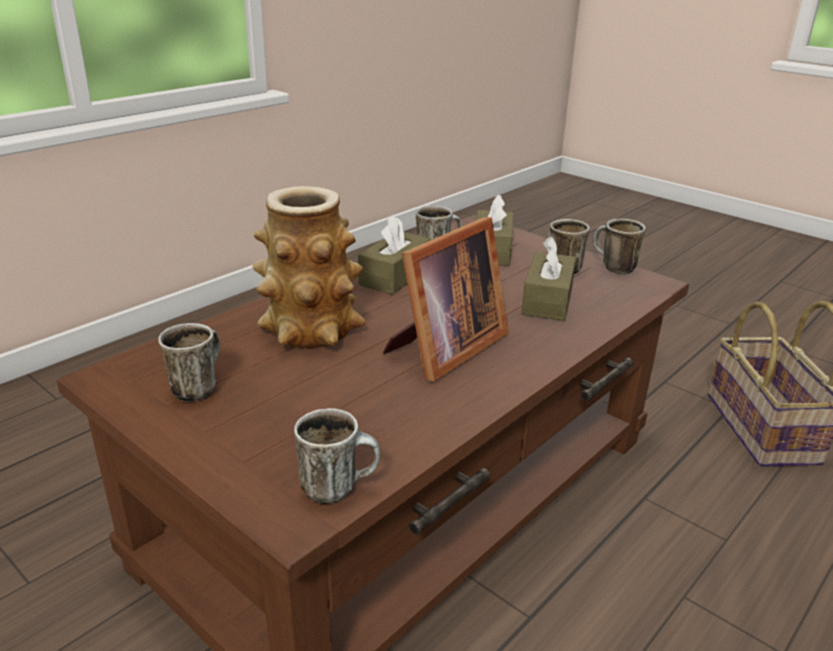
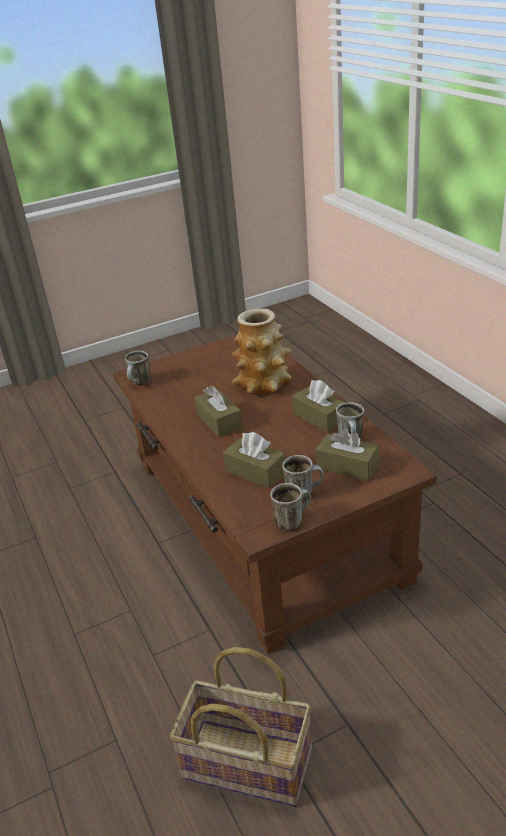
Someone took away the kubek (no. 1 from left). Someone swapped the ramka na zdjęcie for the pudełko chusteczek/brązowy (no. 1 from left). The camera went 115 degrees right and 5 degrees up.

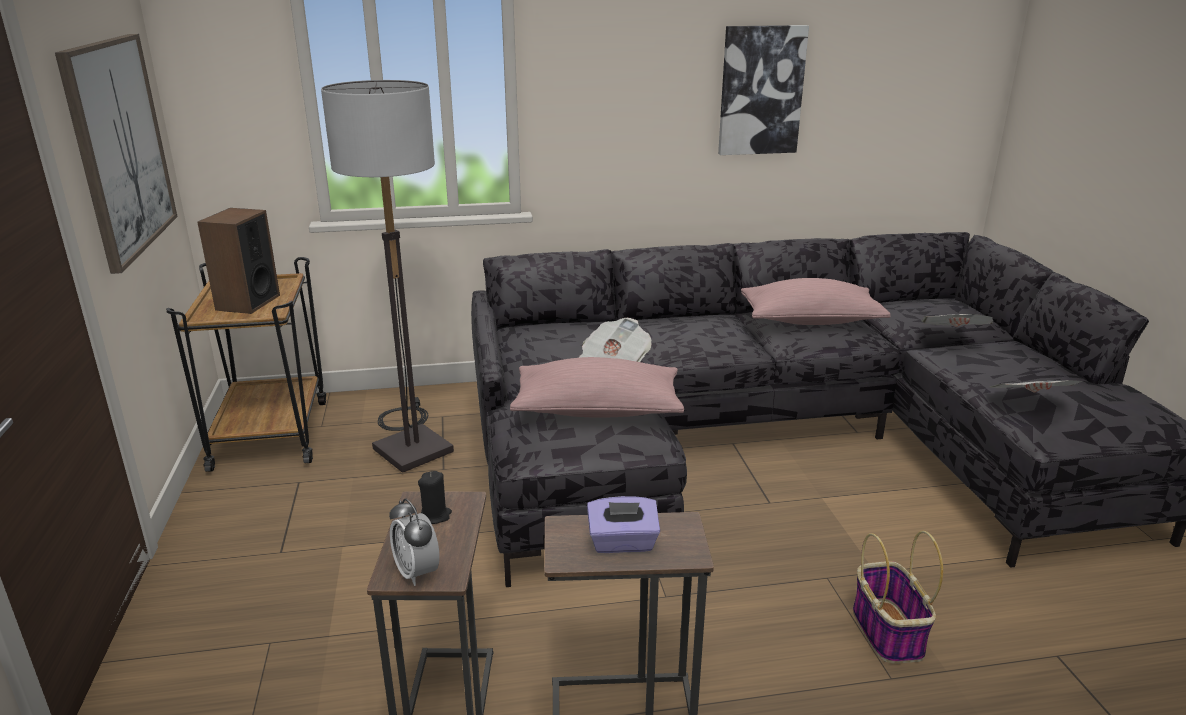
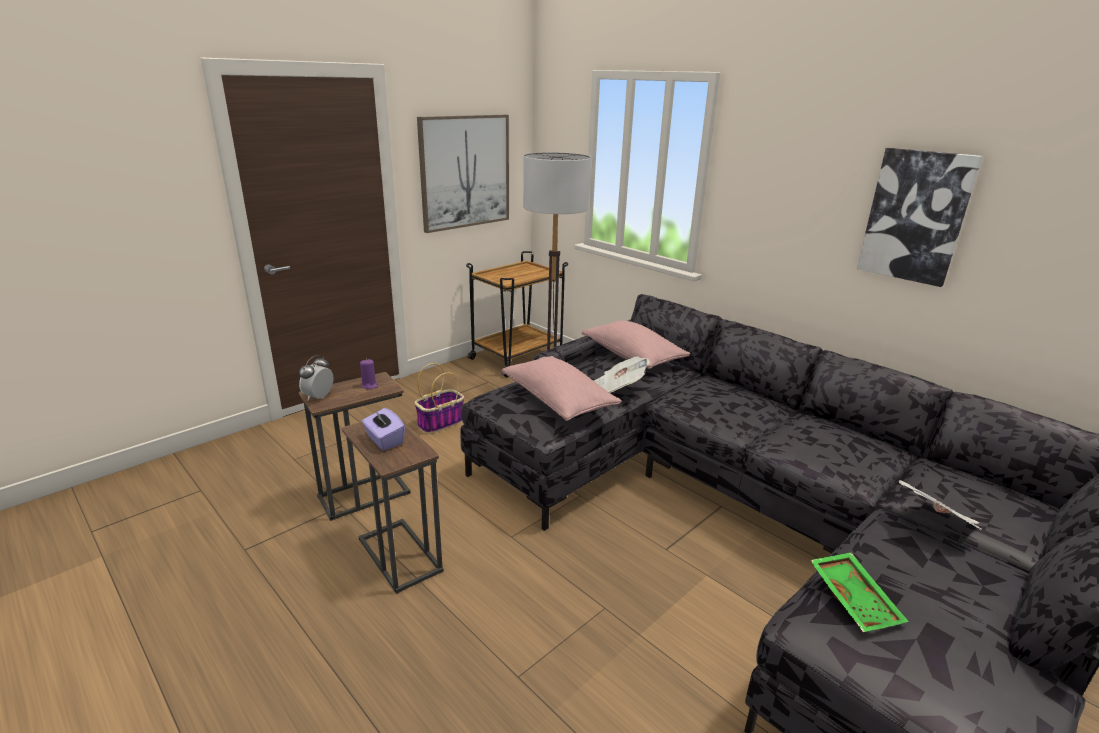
Someone took away the głośnik. Someone carried the poduszka/różowy (no. 2 from left). Someone carried the koszyk. Someone swapped the gazeta (no. 3 from left) for the taca/zielony. Someone repainted the świeca/czarny, which became the świeca/fioletowy. The camera went 55 degrees right and 0 degrees up.

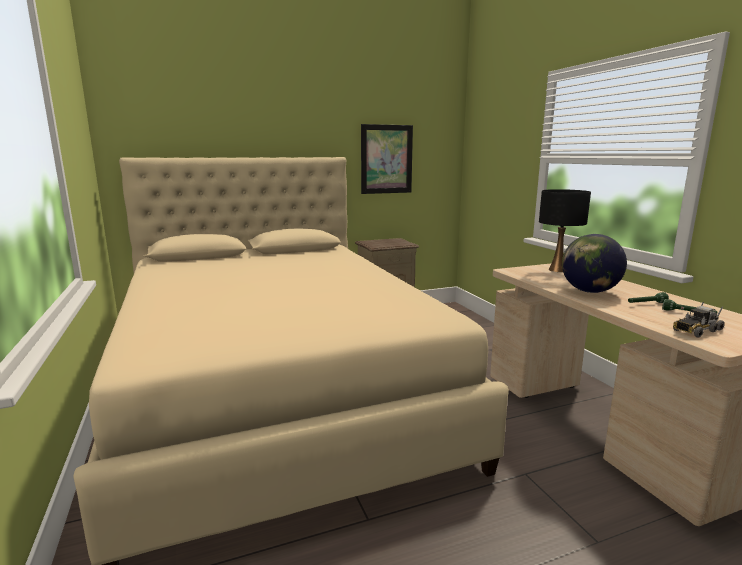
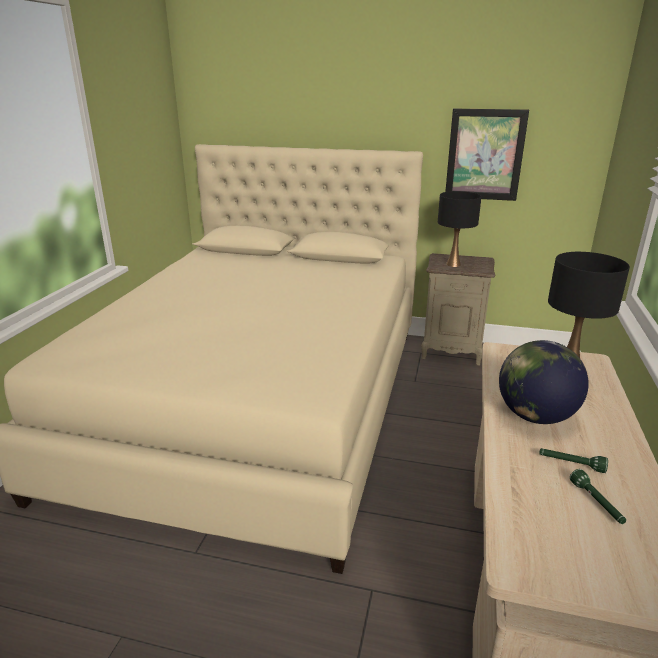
Someone took away the ciężarówka zabawkowa. Someone put down the lampa stołowa/czarny (no. 1 from left). The camera went 35 degrees right and 10 degrees up.

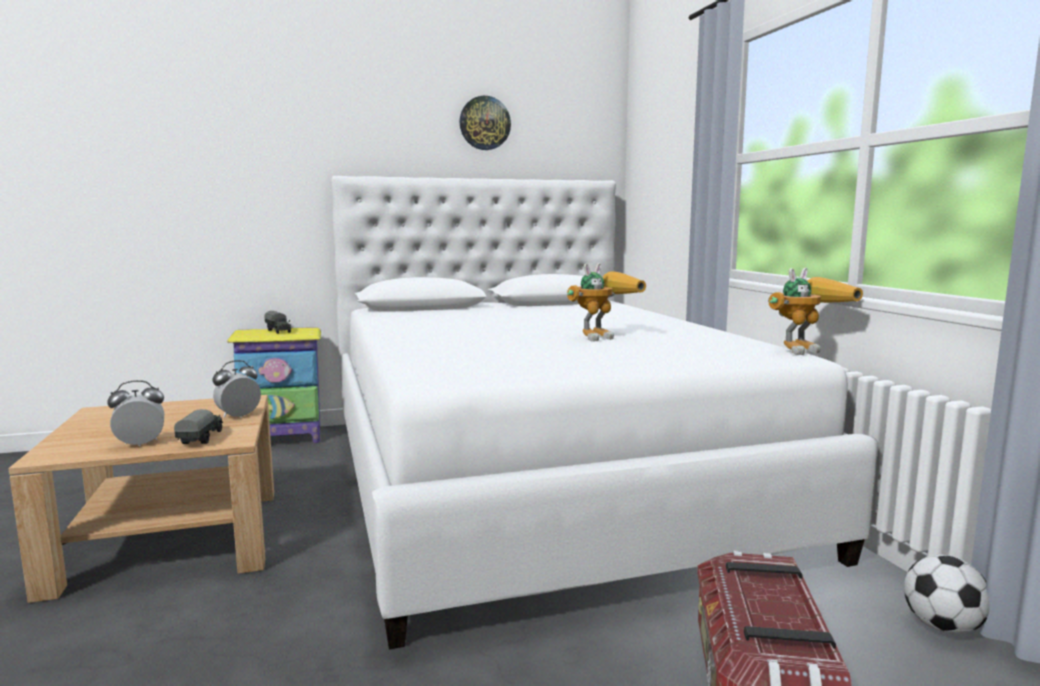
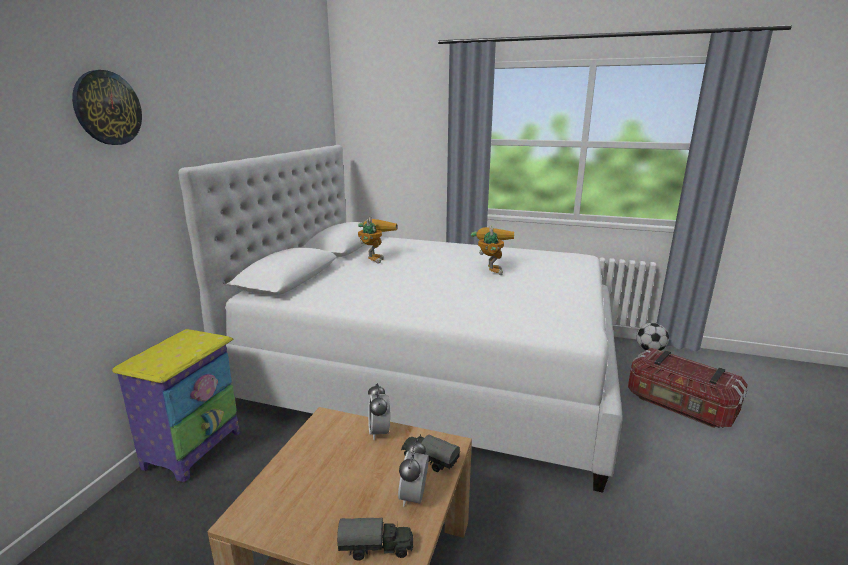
Someone carried the ciężarówka zabawkowa (no. 2 from left in the first image). Someone carried the zegar ścienny. Someone carried the robot zabawkowy (no. 2 from left in the first image). The camera went 55 degrees left and 10 degrees up.

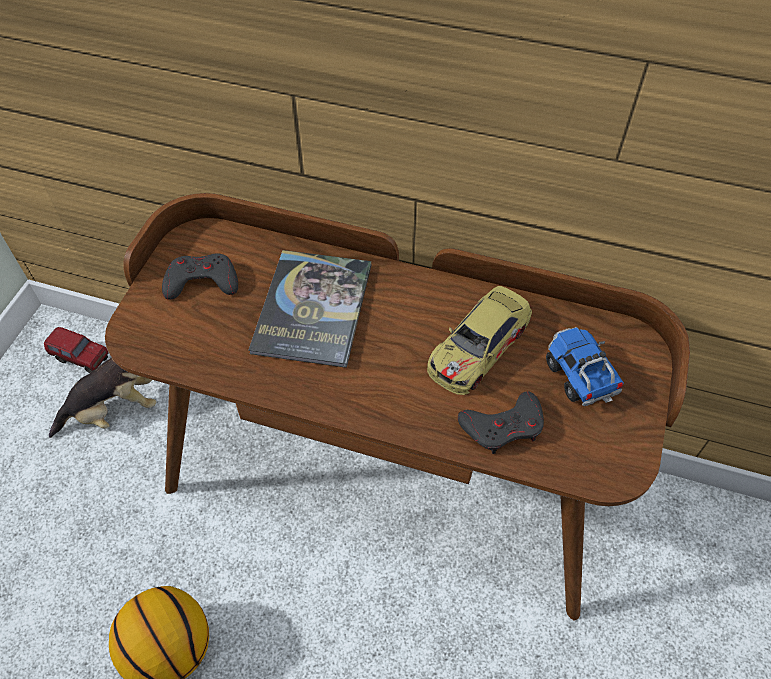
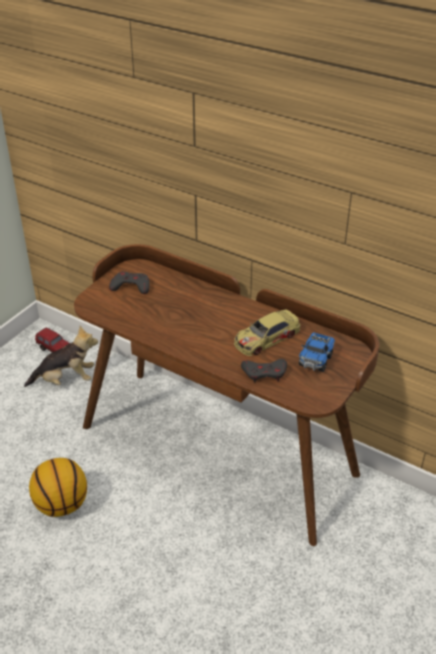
Someone took away the książka. Someone rotated the ciężarówka zabawkowa (no. 2 from left) by 150 degrees counterclockwise. The camera went 15 degrees right and 15 degrees down.

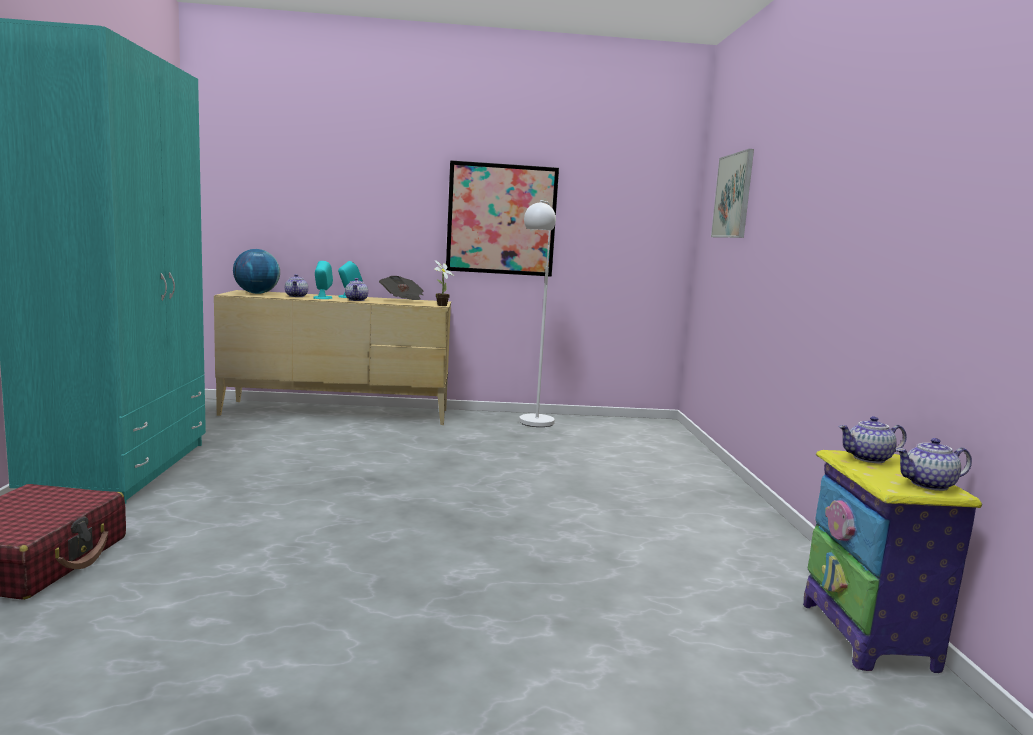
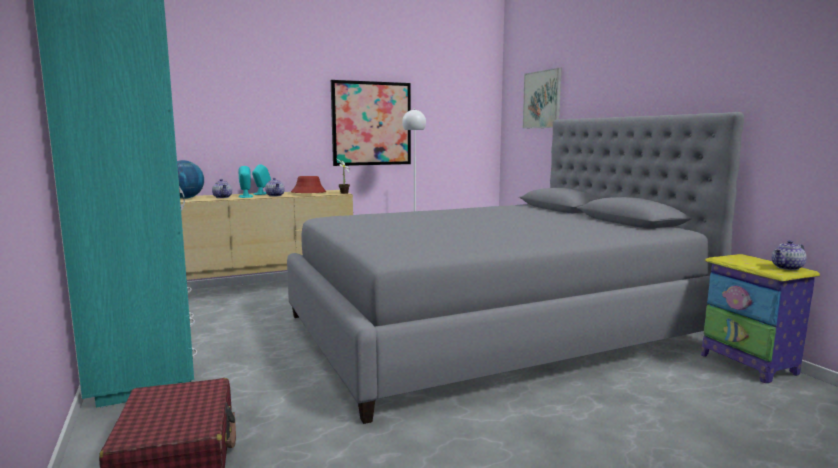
Someone took away the imbryk (no. 3 from left). Someone put down the łóżko/szary. Someone swapped the gazeta for the kapelusz/czerwony. The camera went 20 degrees left and 0 degrees up.

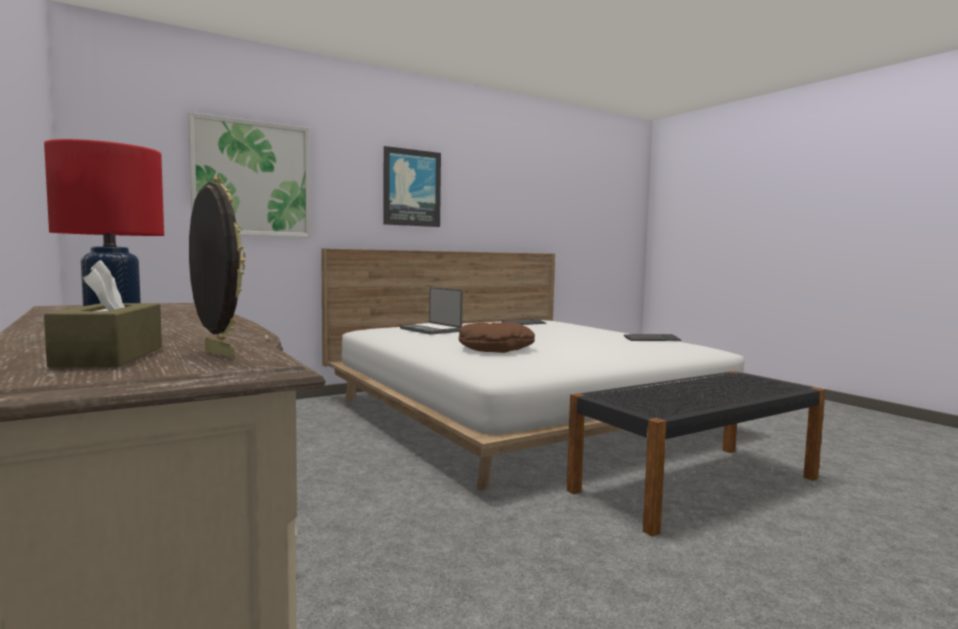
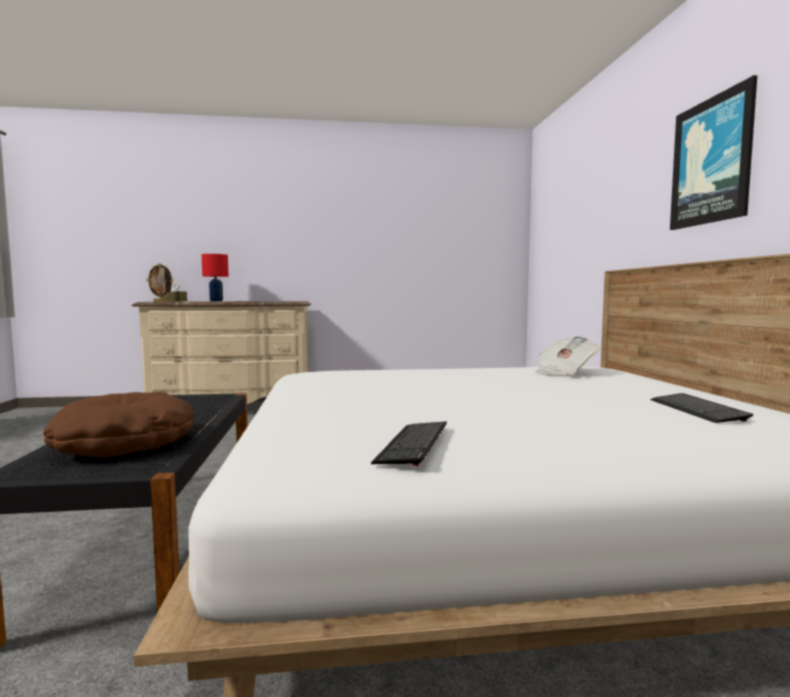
Someone took away the obraz (no. 1 from left). Someone carried the poduszka/brązowy. Someone swapped the laptop for the gazeta. The camera went 115 degrees right and 0 degrees up.

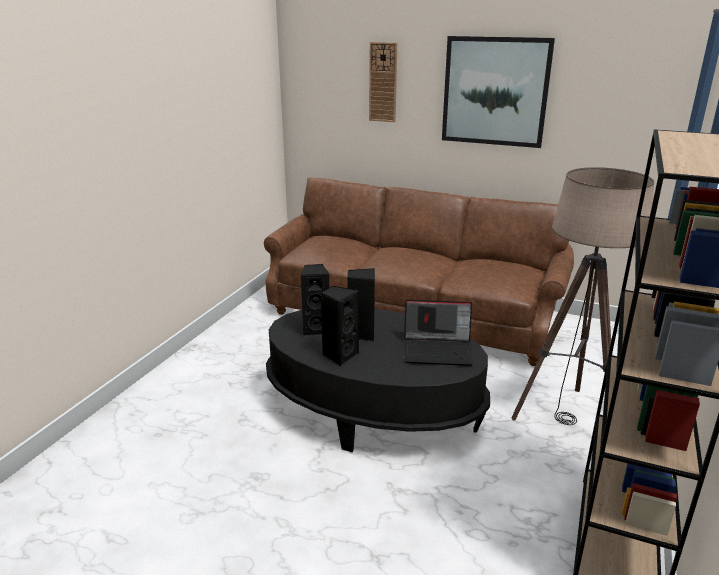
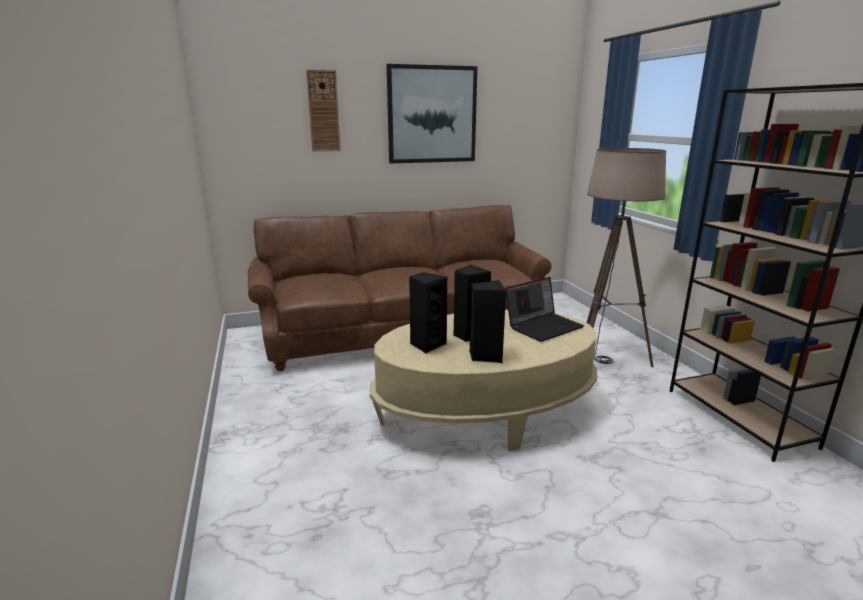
Someone repainted the ława/czarny, which became the ława/beżowy. The camera went 40 degrees left and 5 degrees down.

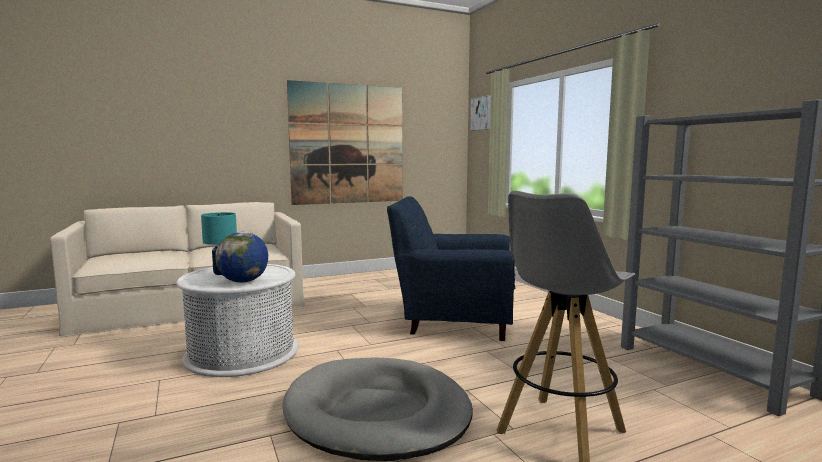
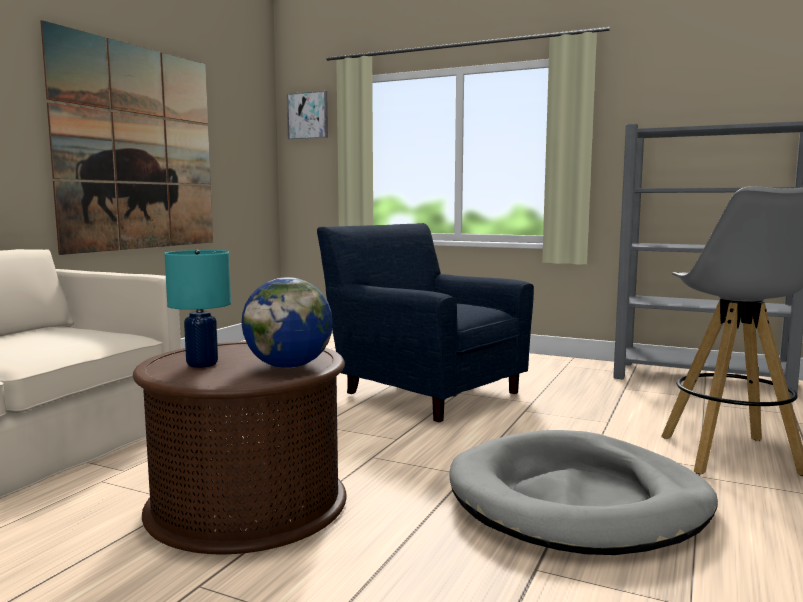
Someone repainted the ława/biały, which became the ława/brązowy. Someone rotated the fotel/niebieski by 75 degrees clockwise. The camera went 40 degrees left and 0 degrees up.

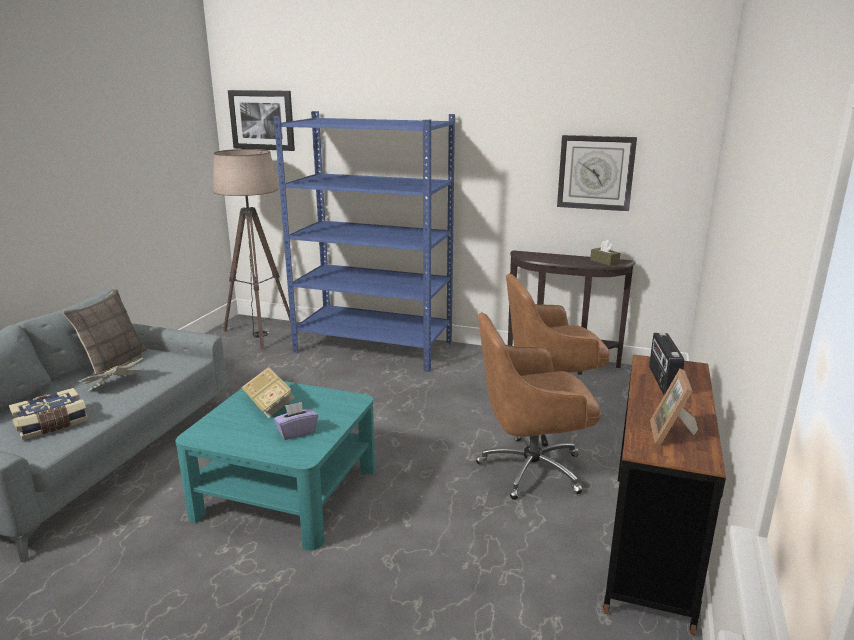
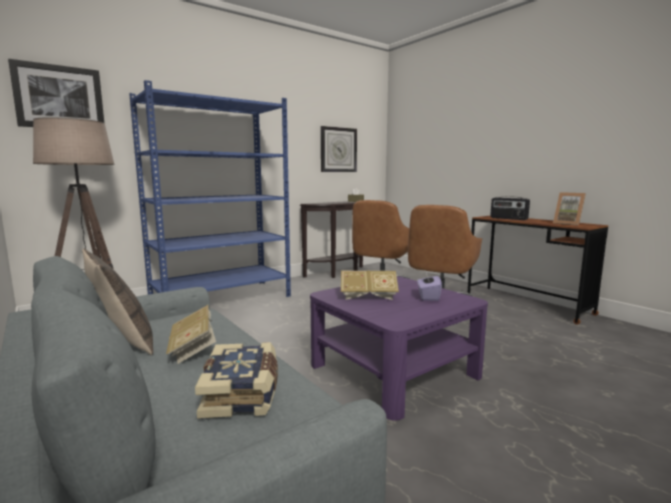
Someone repainted the ława/turkusowy, which became the ława/fioletowy. The camera went 55 degrees left and 10 degrees down.

